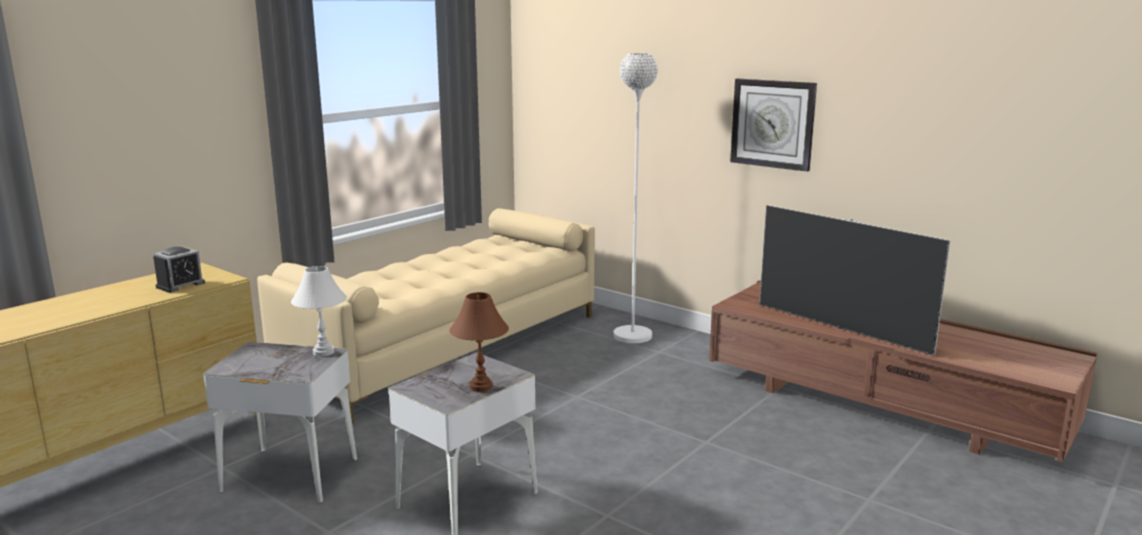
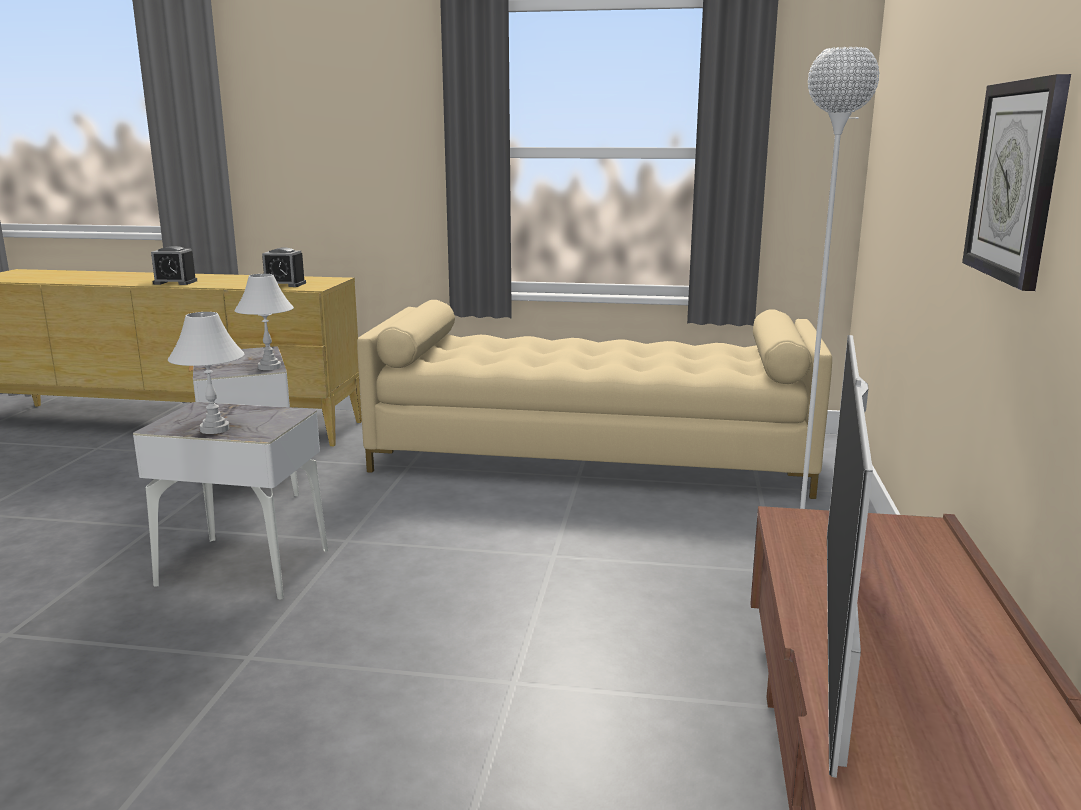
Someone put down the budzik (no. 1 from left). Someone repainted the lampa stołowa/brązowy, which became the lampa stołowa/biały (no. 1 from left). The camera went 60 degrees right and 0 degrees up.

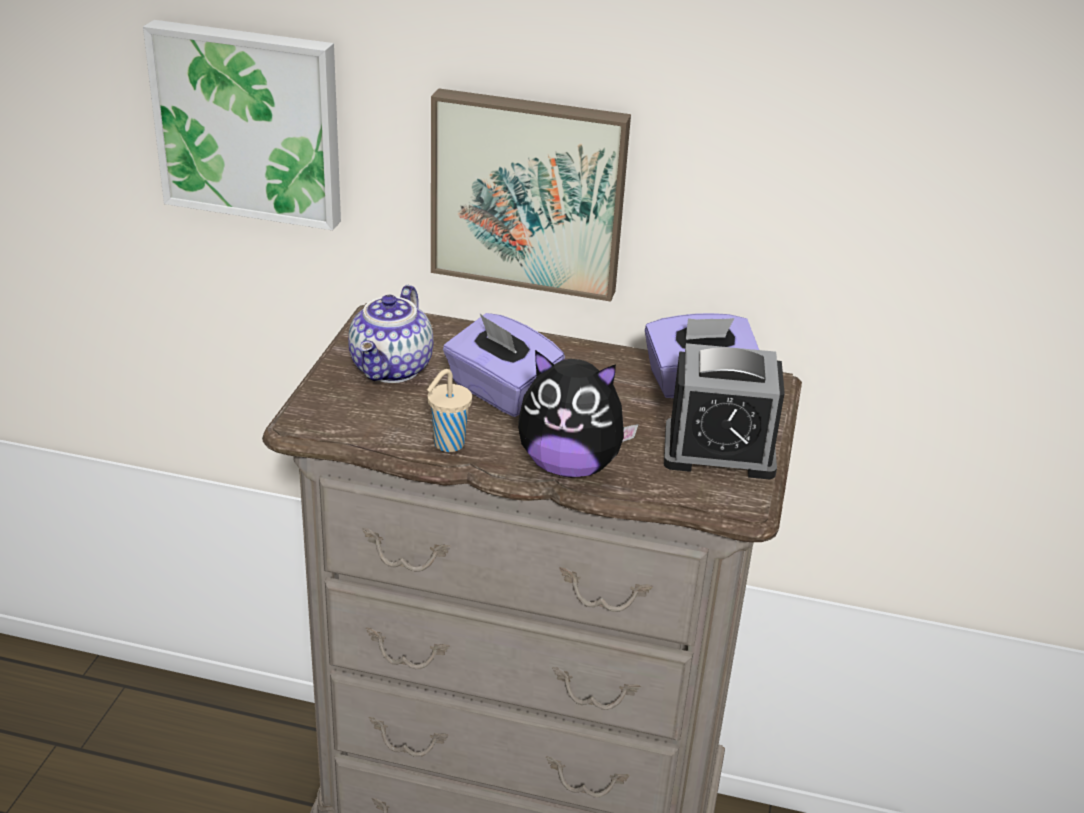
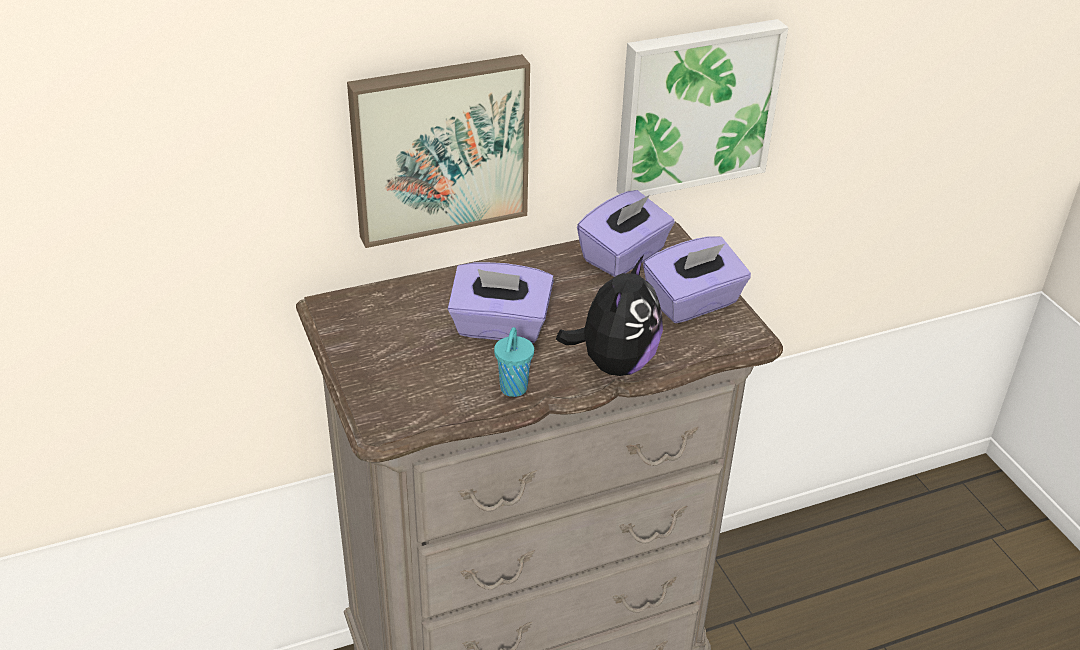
Someone took away the imbryk. Someone carried the obraz (no. 1 from left in the first image). Someone swapped the budzik for the pudełko chusteczek/fioletowy (no. 3 from left). Someone repainted the filiżanka/beżowy, which became the filiżanka/turkusowy. Someone rotated the pluszak by 45 degrees counterclockwise. The camera went 35 degrees left and 5 degrees up.

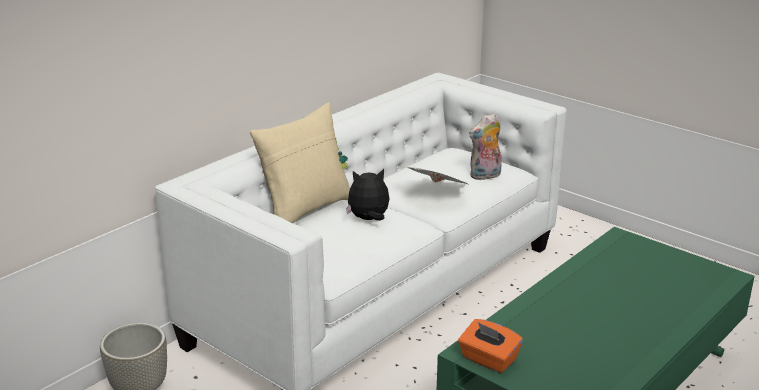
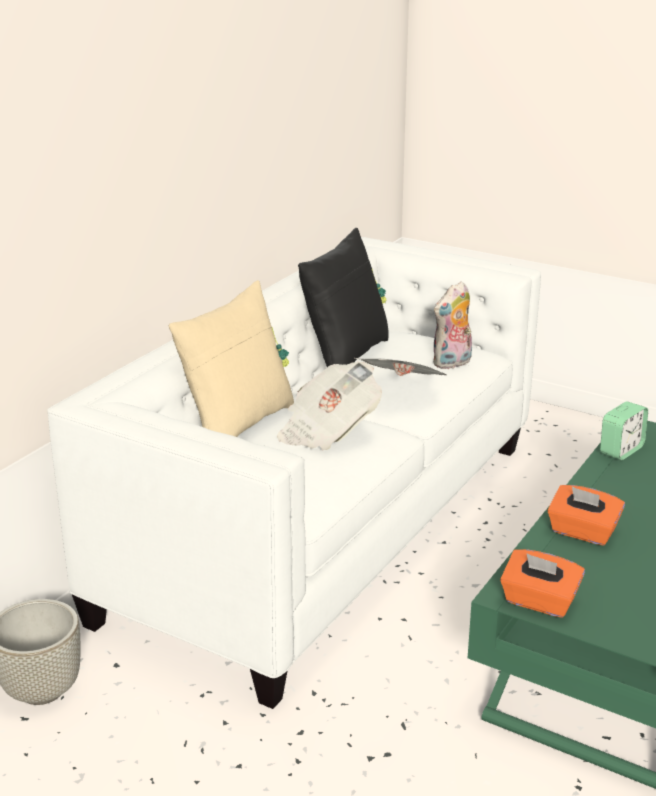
Someone put down the poduszka/czarny. Someone put down the pudełko chusteczek/pomarańczowy (no. 2 from left). Someone put down the budzik. Someone swapped the pluszak (no. 1 from left) for the gazeta (no. 1 from left). The camera went 10 degrees left and 0 degrees up.

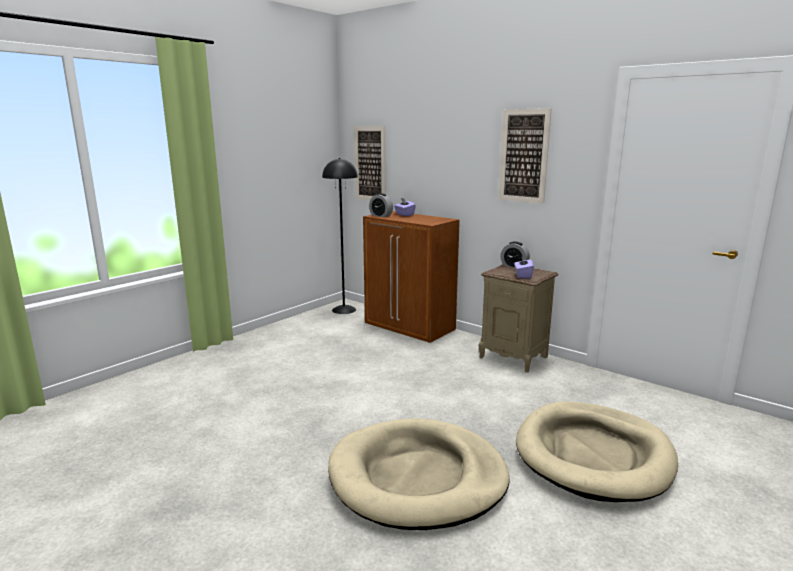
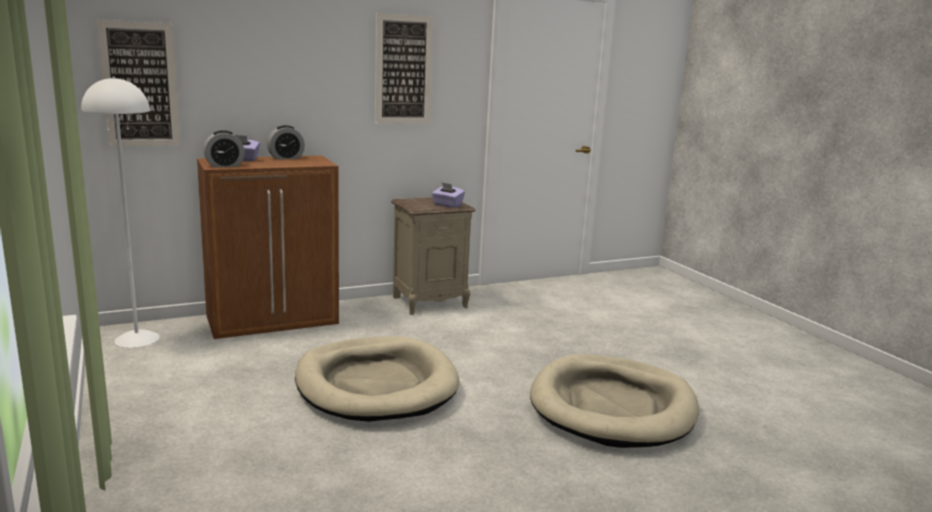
Someone carried the budzik (no. 2 from left). Someone carried the legowisko/beżowy (no. 2 from left in the first image). Someone repainted the lampa stojąca/czarny, which became the lampa stojąca/biały. The camera went 65 degrees left and 0 degrees up.

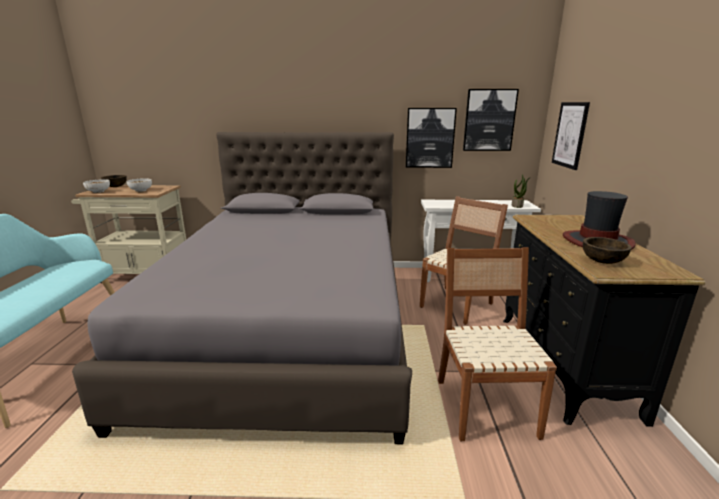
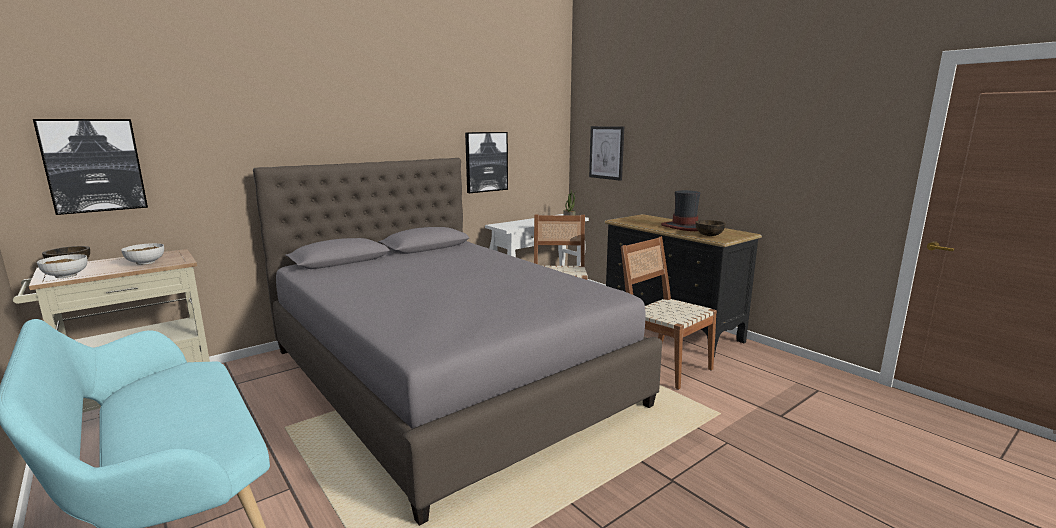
Someone carried the obraz (no. 2 from left in the first image). The camera went 40 degrees left and 5 degrees down.

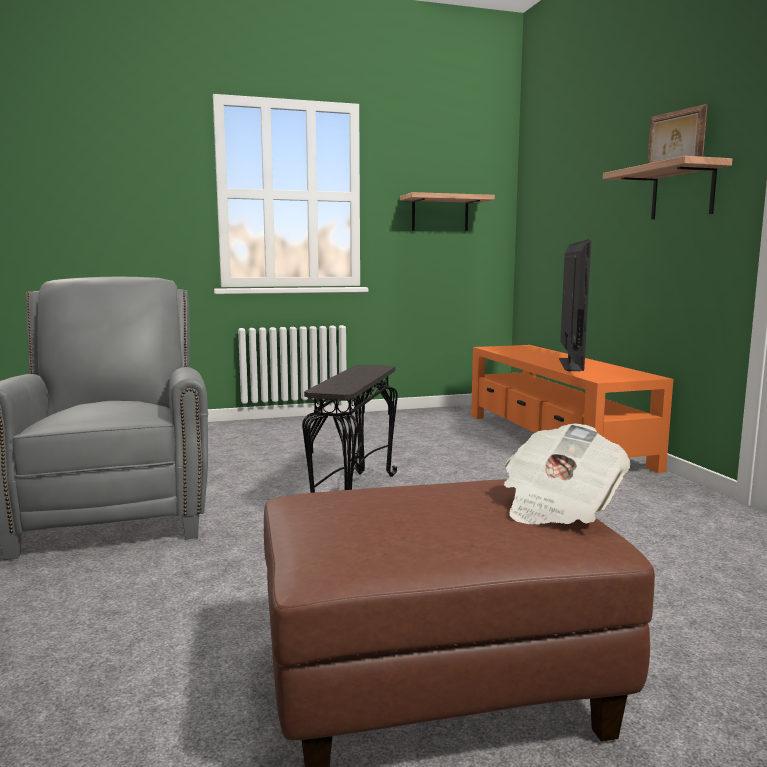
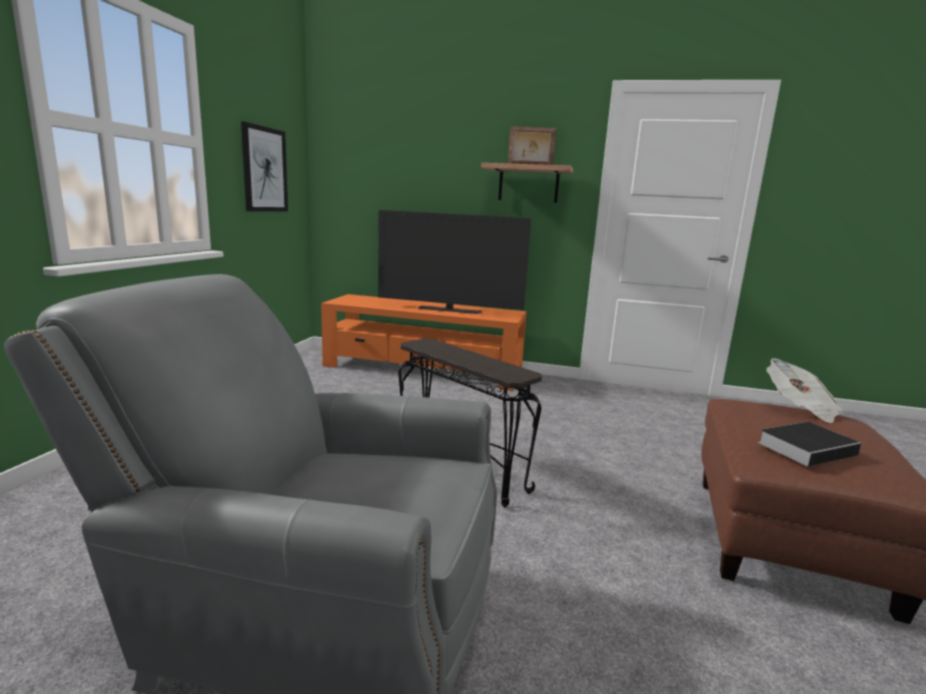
Someone put down the książka. Someone swapped the półka (no. 1 from left) for the obraz. Someone rotated the telewizor by 150 degrees clockwise. The camera went 60 degrees left and 5 degrees up.

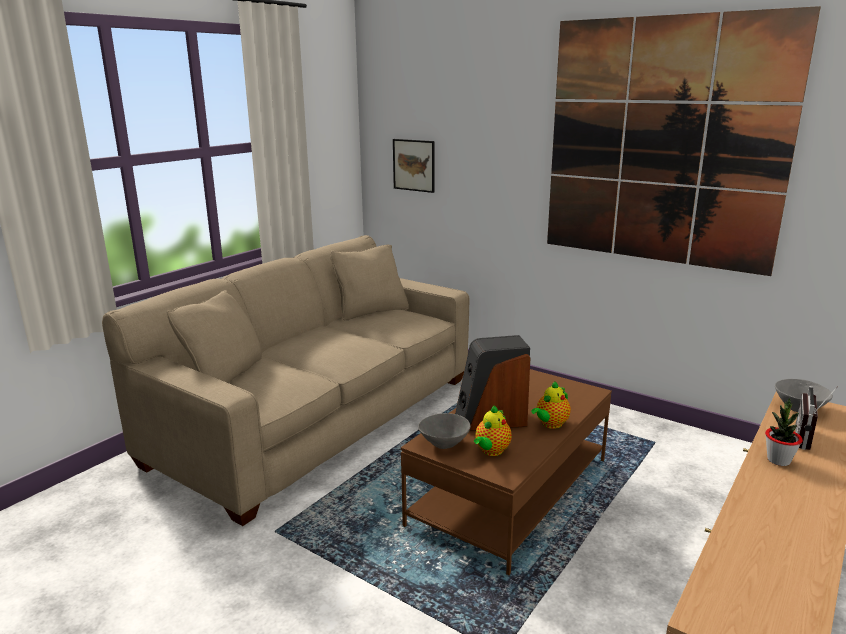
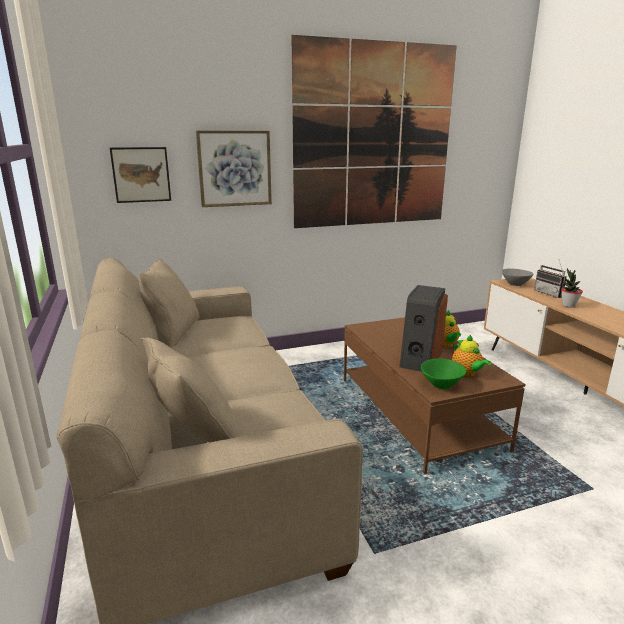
Someone put up the obraz (no. 2 from left). Someone repainted the miska/szary (no. 1 from left), which became the miska/zielony. The camera went 55 degrees left and 0 degrees up.

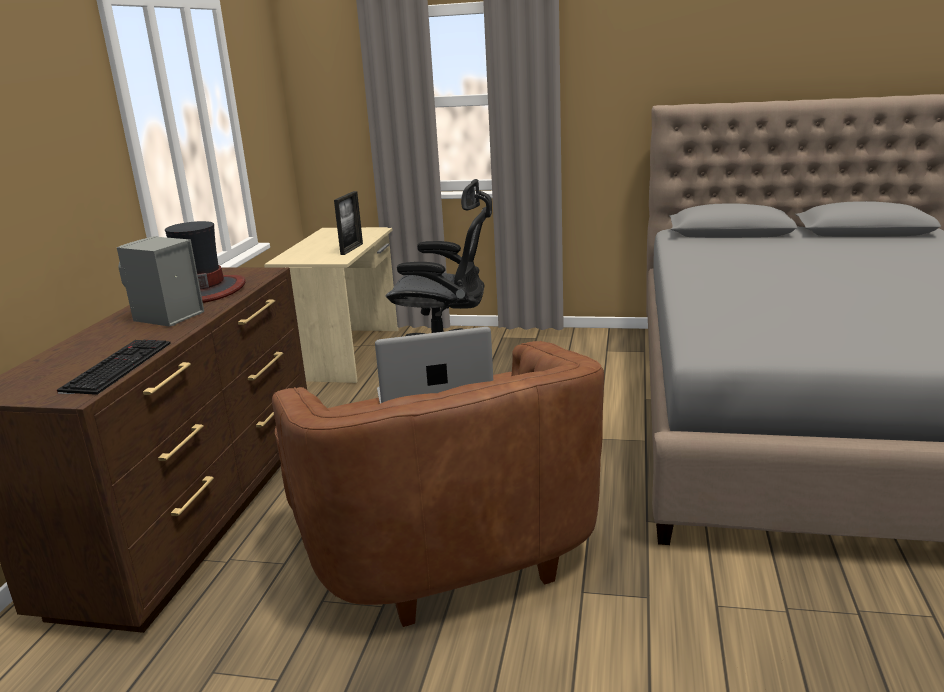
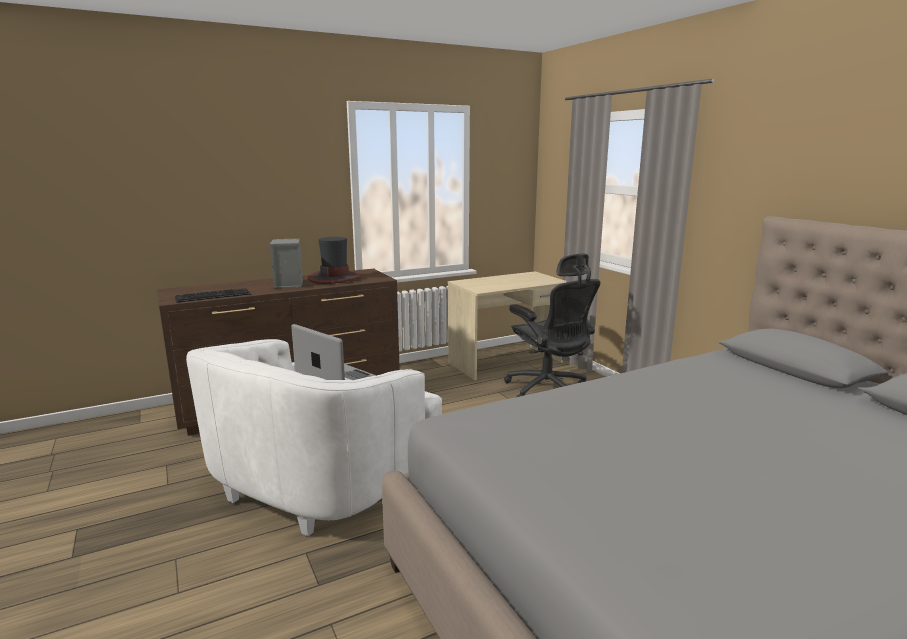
Someone took away the ramka na zdjęcie. Someone repainted the fotel/brązowy, which became the fotel/biały. The camera went 50 degrees right and 5 degrees down.

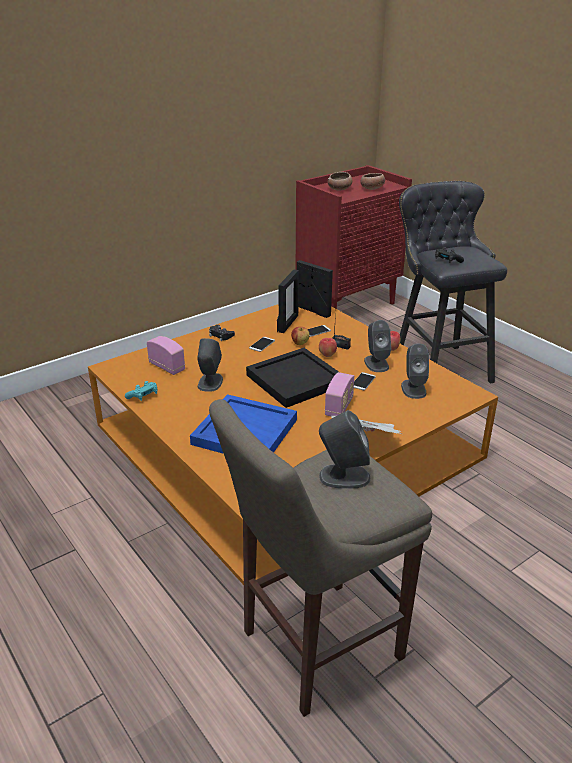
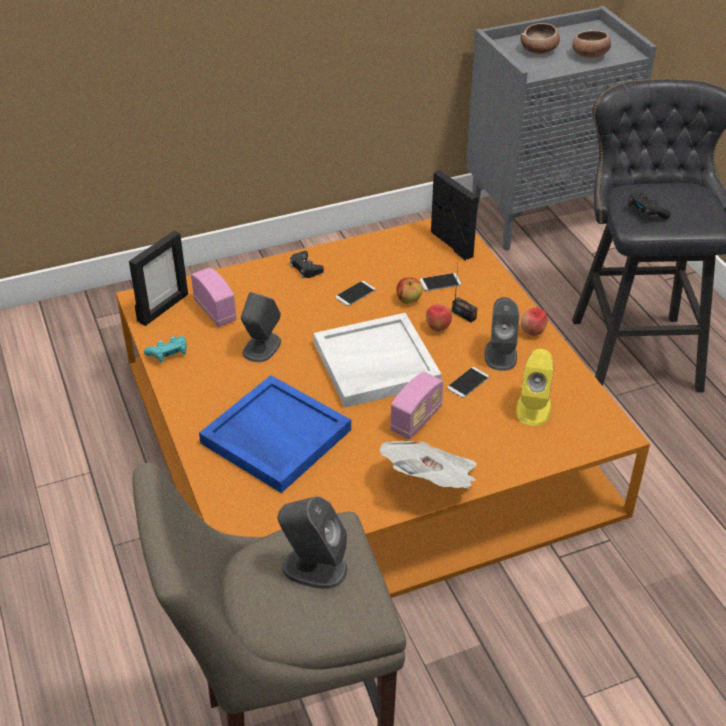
Someone carried the ramka na zdjęcie (no. 1 from left). Someone repainted the taca/czarny, which became the taca/biały. Someone repainted the szafka/czerwony, which became the szafka/szary. Someone repainted the głośnik/szary (no. 4 from left), which became the głośnik/żółty. The camera went 15 degrees right and 10 degrees up.

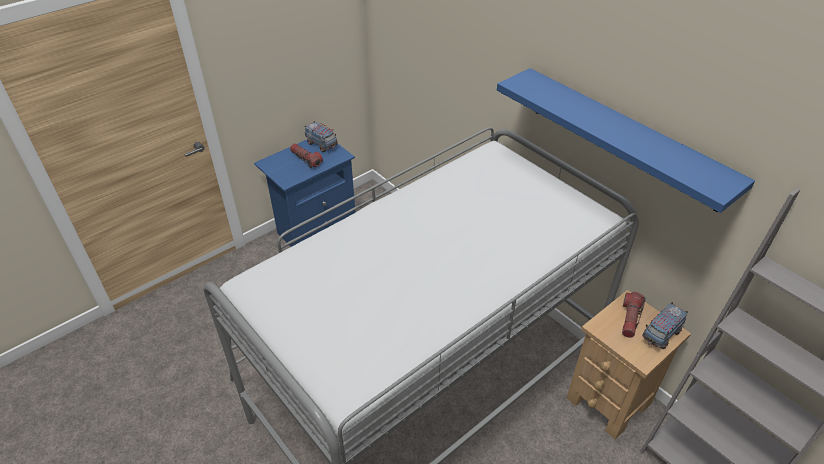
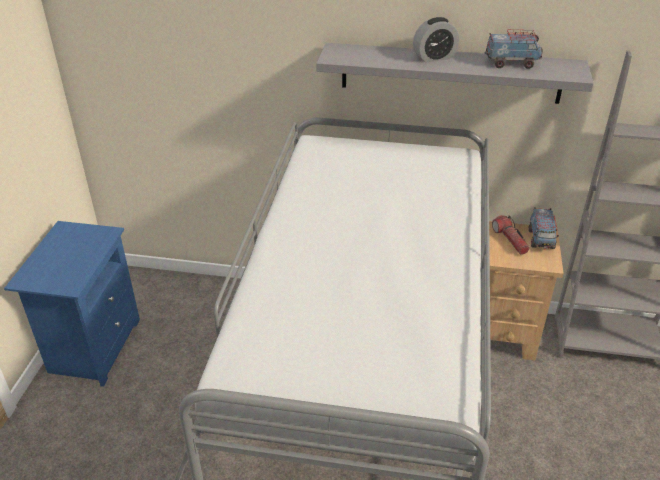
Someone took away the latarka (no. 1 from left). Someone put down the budzik. Someone carried the ciężarówka zabawkowa (no. 1 from left). Someone repainted the półka/niebieski, which became the półka/szary. The camera went 40 degrees left and 5 degrees down.

